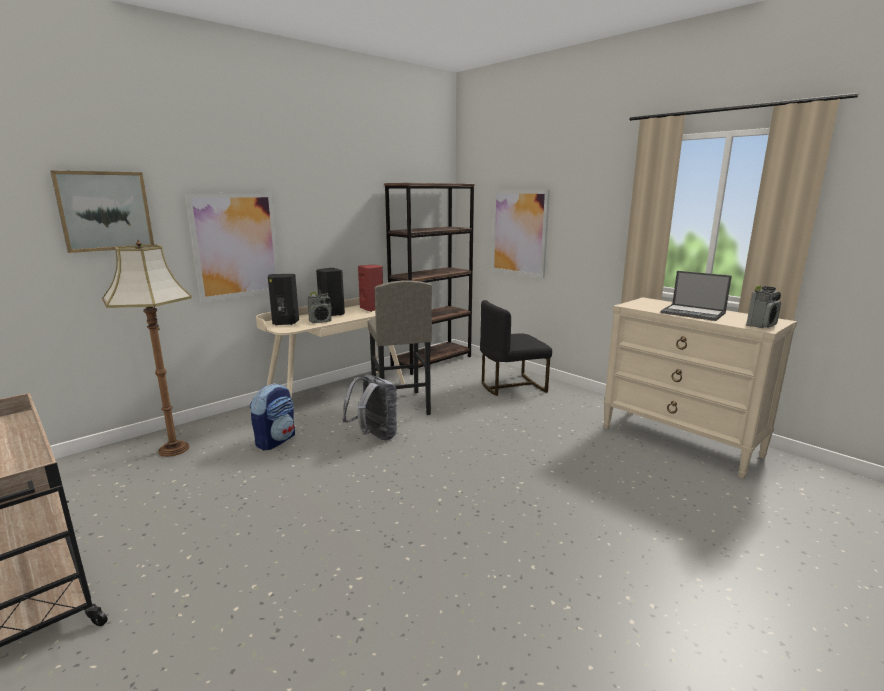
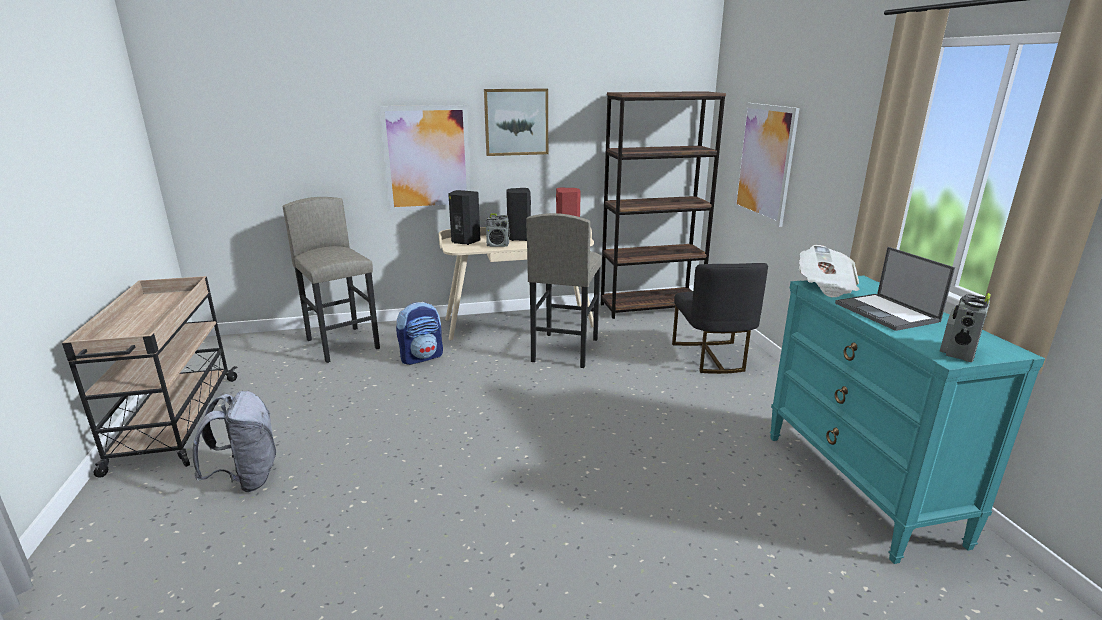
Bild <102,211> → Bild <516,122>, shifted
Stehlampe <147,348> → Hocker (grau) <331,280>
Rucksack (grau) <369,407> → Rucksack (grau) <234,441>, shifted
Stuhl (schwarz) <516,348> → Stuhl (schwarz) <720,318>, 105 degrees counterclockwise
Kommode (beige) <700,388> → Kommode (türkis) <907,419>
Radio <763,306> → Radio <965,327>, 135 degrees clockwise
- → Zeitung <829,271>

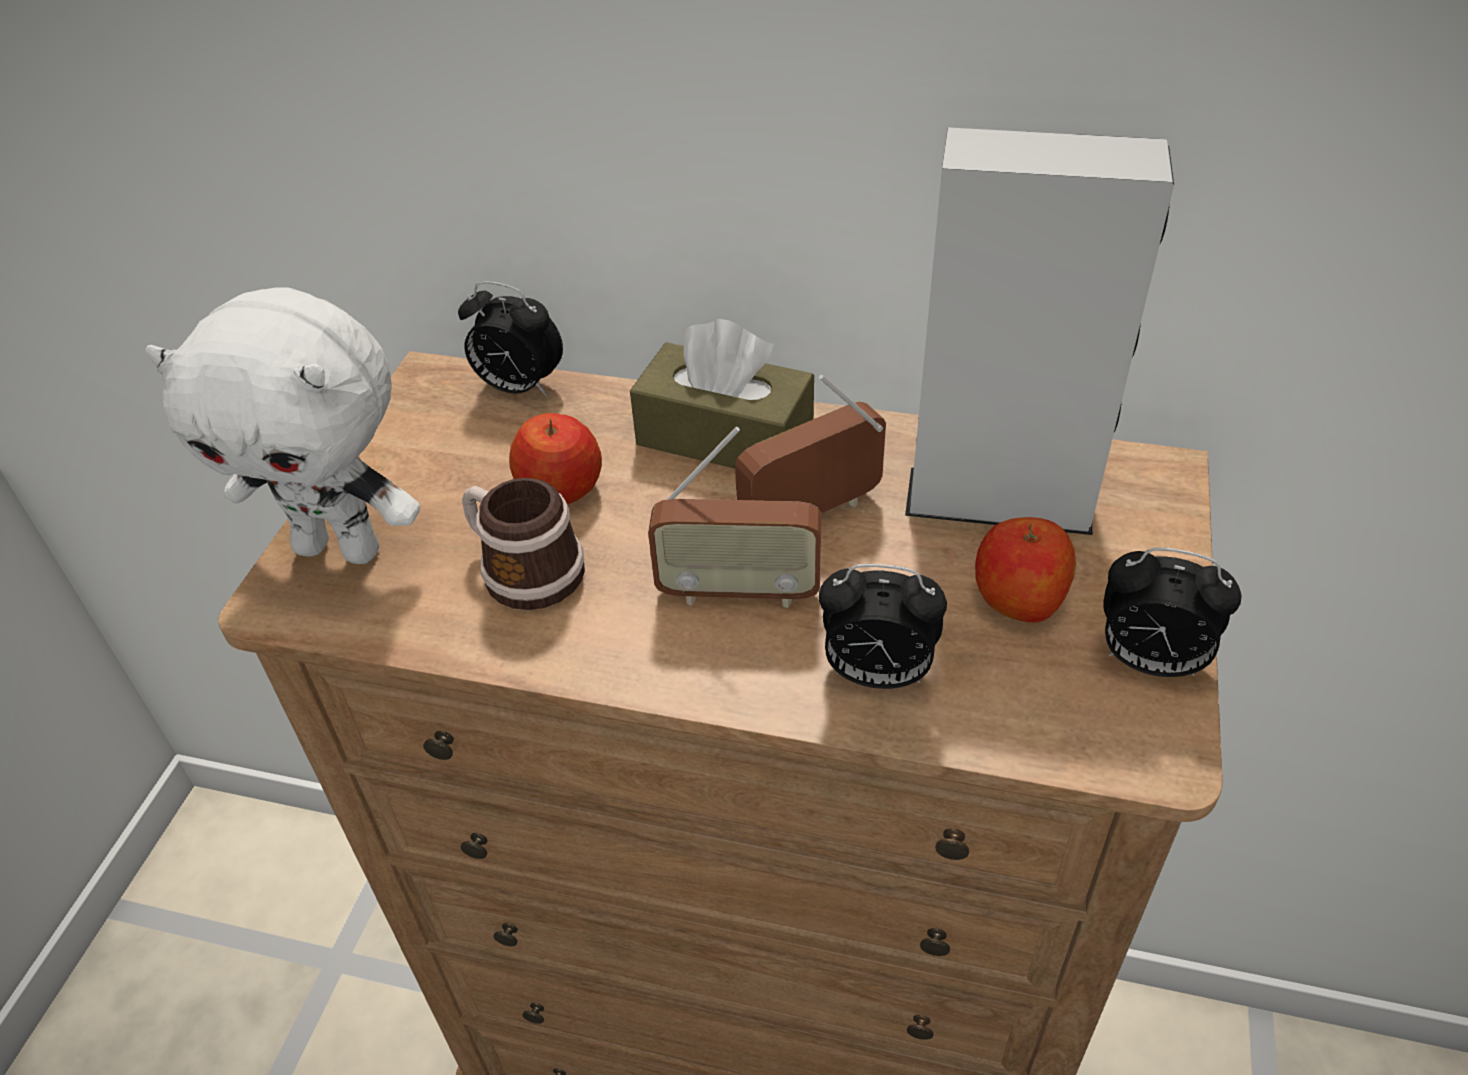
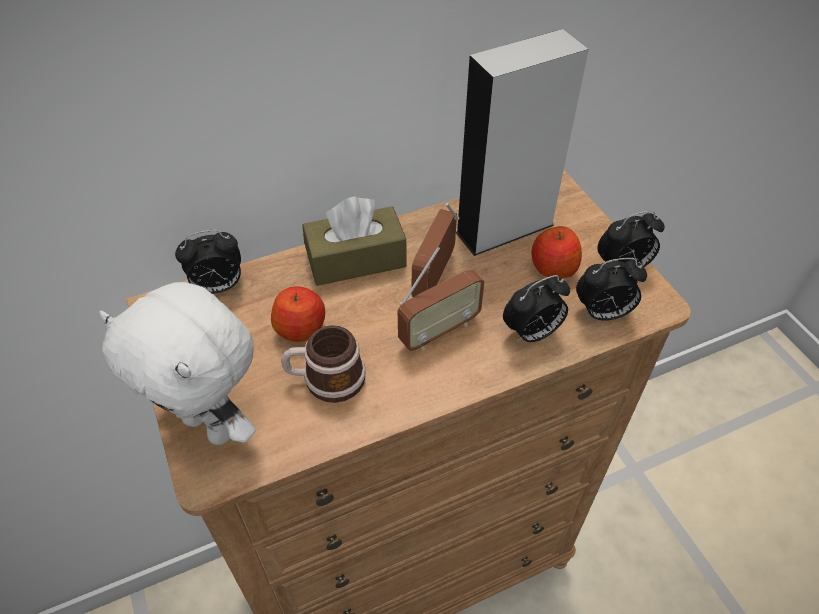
Plüschtier (weiß) <283,425> → Plüschtier (weiß) <177,363>, 60 degrees clockwise
- → Wecker <611,289>

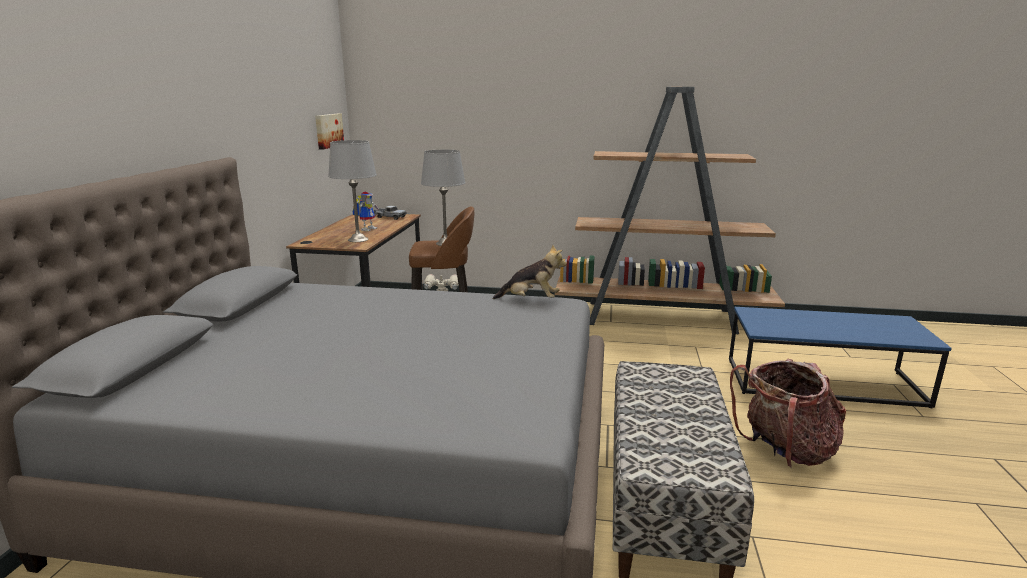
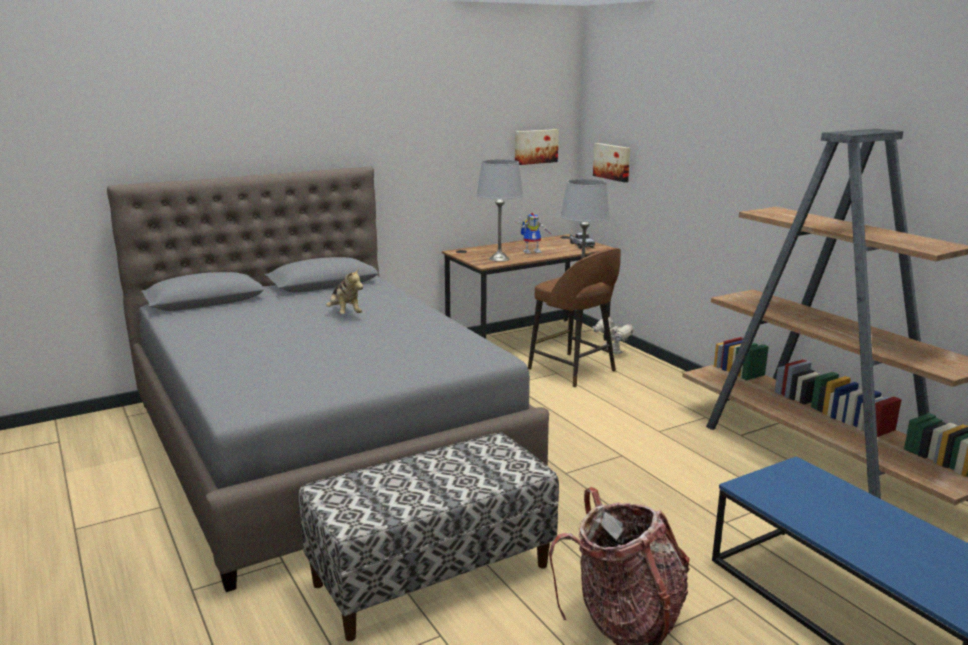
Plüschtier <530,272> → Plüschtier <344,291>, shifted
- → Bild <611,162>

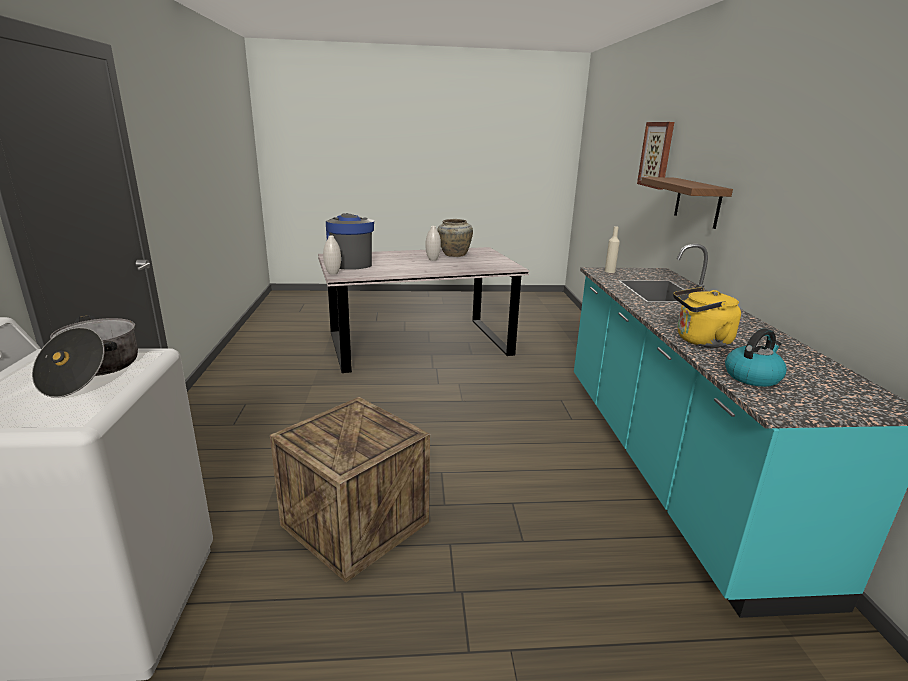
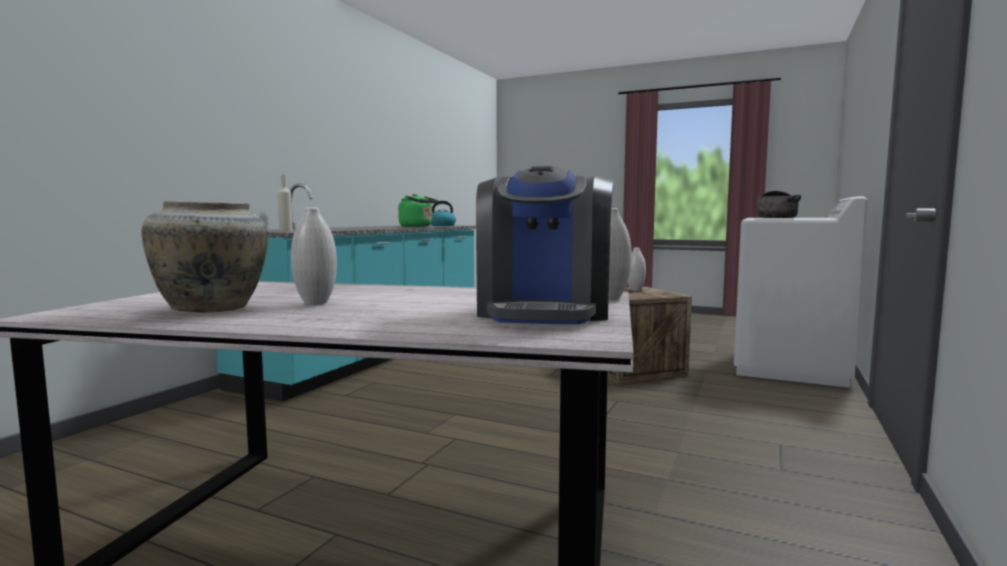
Bild <655,155> → -
Wandregal <687,203> → -
Wasserkessel (gelb) <707,317> → Wasserkessel (grün) <418,210>
- → Vase (weiß) <637,269>

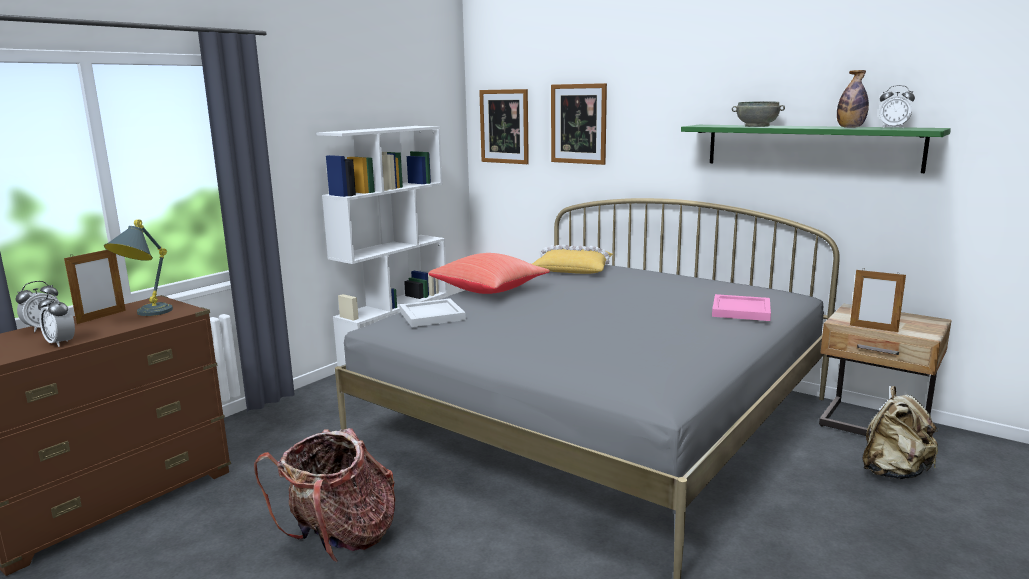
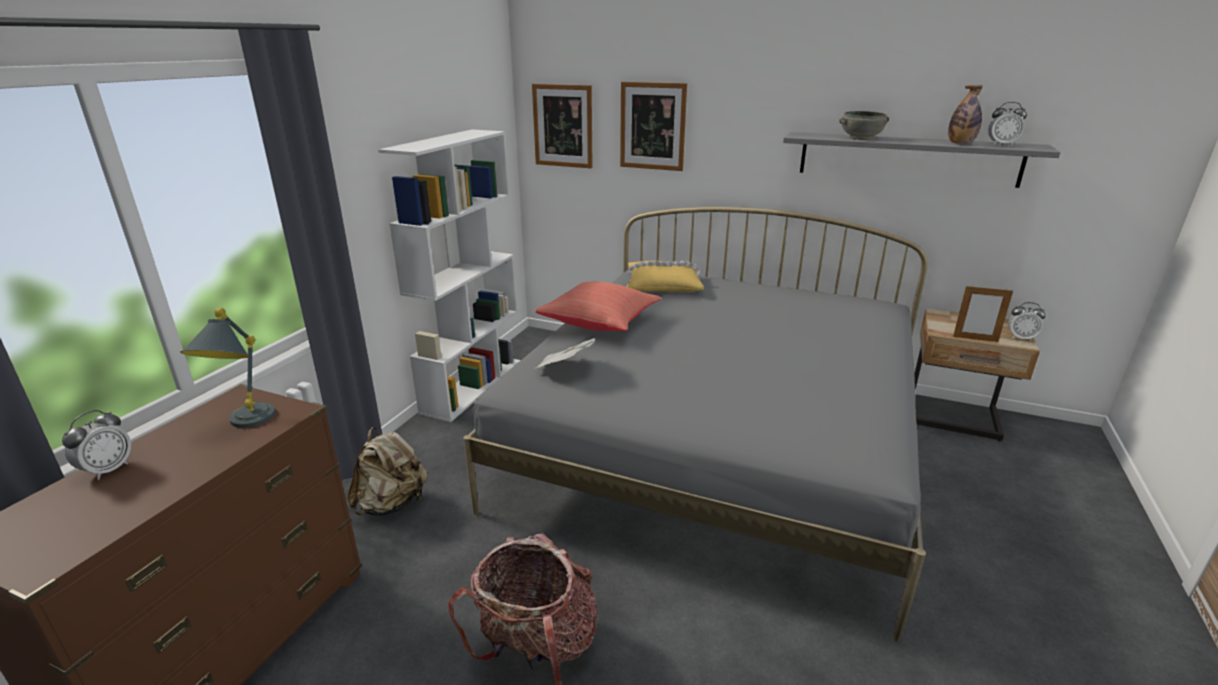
Wecker <56,320> → Wecker <1027,321>, shifted
Bilderrahmen <95,287> → -
Tablett (weiß) <432,312> → Zeitung <565,353>
Wandregal (grün) <816,149> → Wandregal (grau) <922,160>
Tablett (rosa) <741,307> → -
Rucksack (beige) <900,432> → Rucksack (beige) <388,471>, shifted

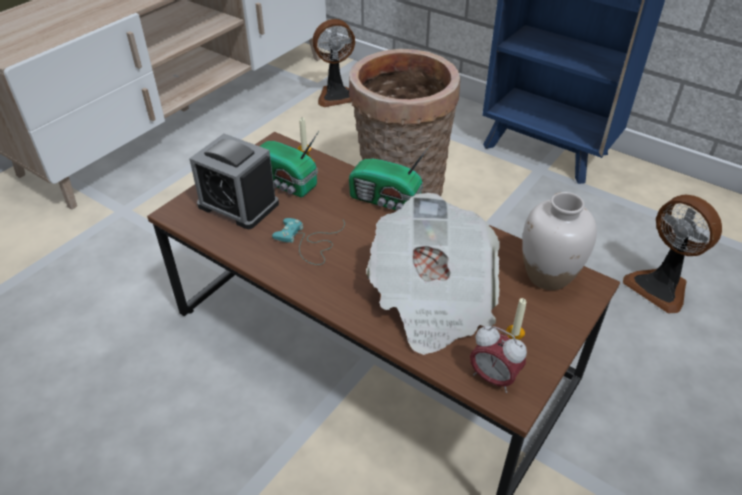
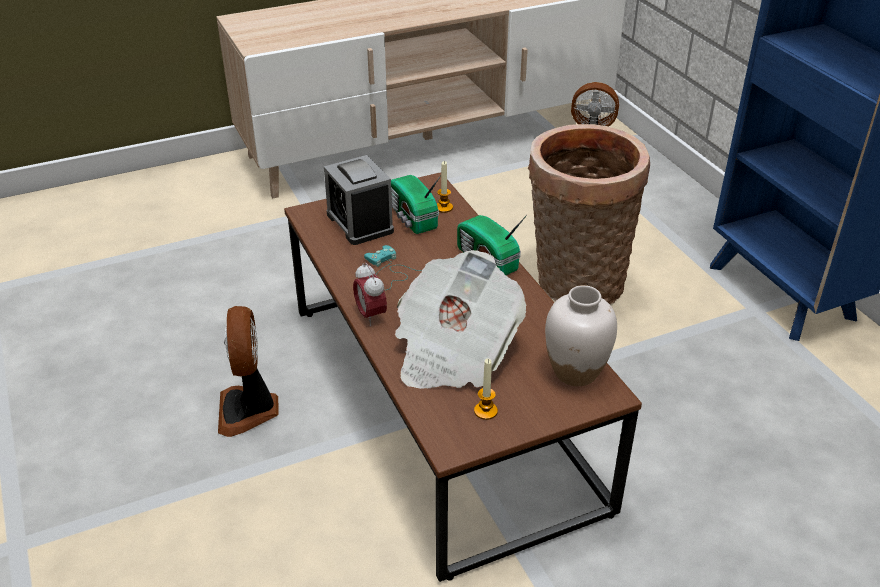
Wecker <498,359> → Wecker <370,294>, shifted
Ventilator <672,253> → Ventilator <248,371>, shifted

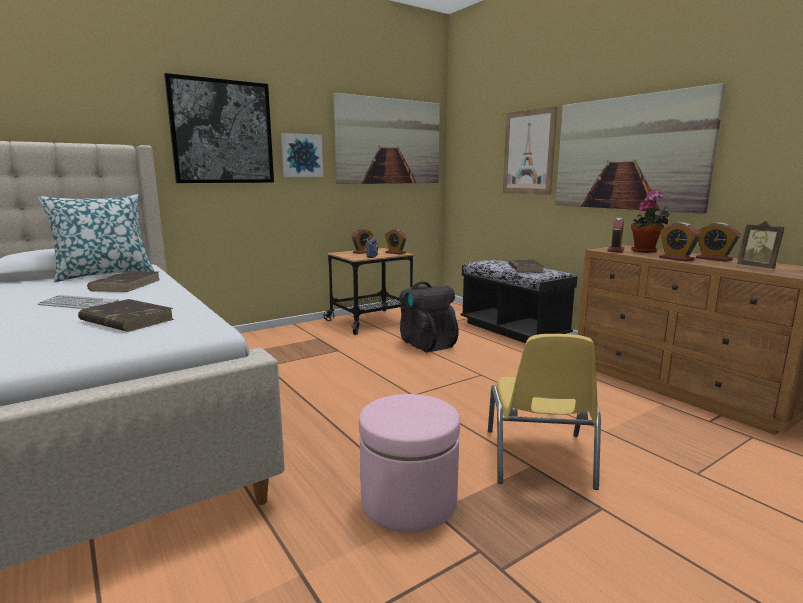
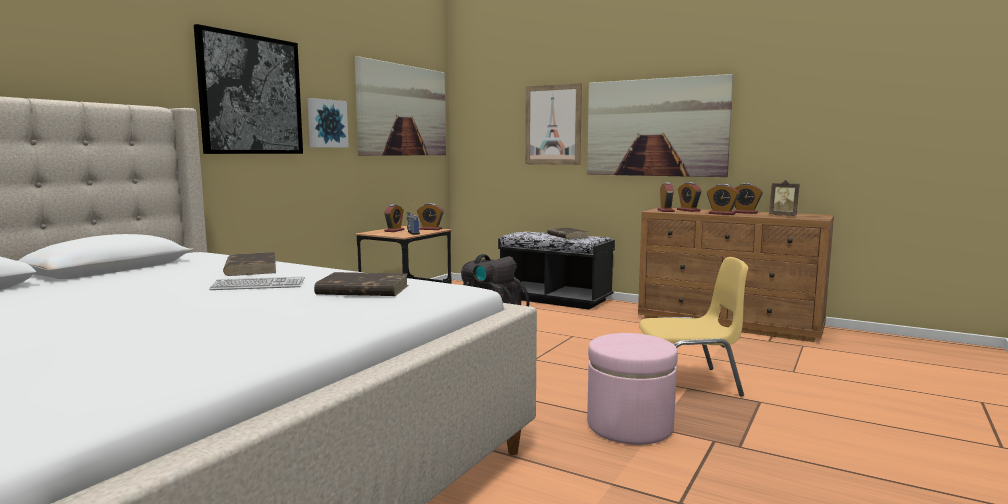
Kissen <96,238> → -
Stuhl (gelb) <544,412> → Stuhl (gelb) <693,327>, 75 degrees counterclockwise
Topfpflanze <650,221> → Wecker <689,197>

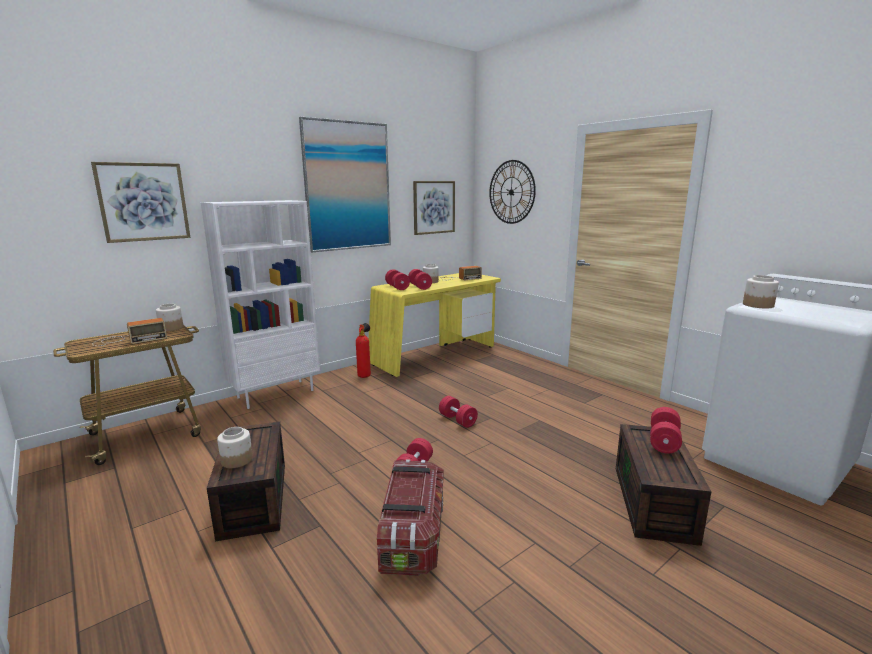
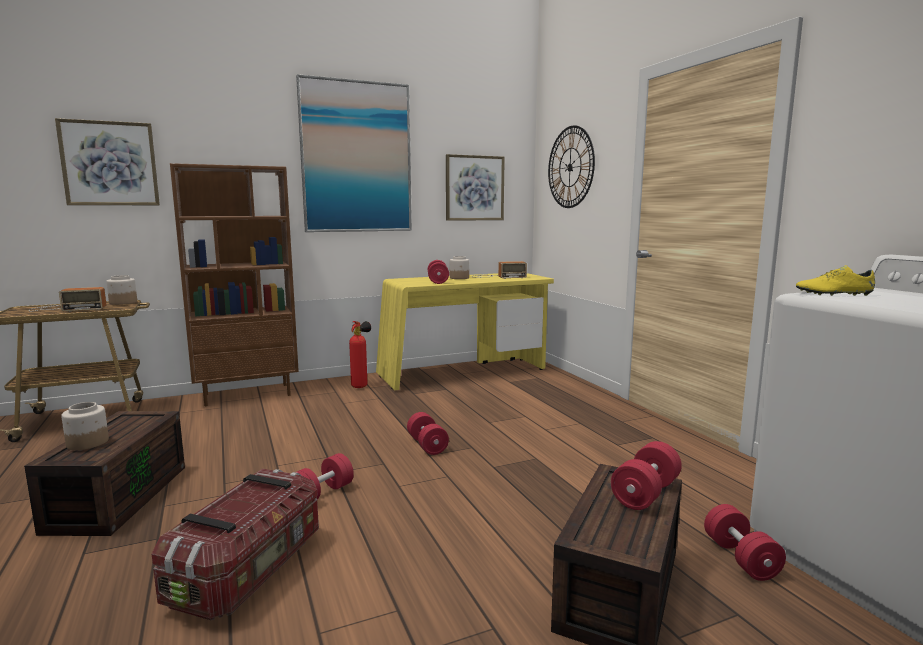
Bücherregal (weiß) <260,304> → Bücherregal (braun) <234,284>
Hantel (rot) <397,279> → Hantel (rot) <745,542>, shifted
Vorratsglas <761,292> → Schuh (gelb) <835,280>

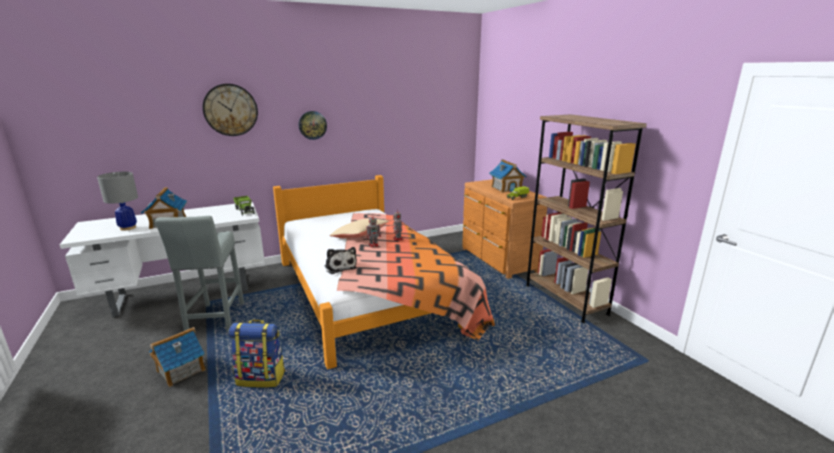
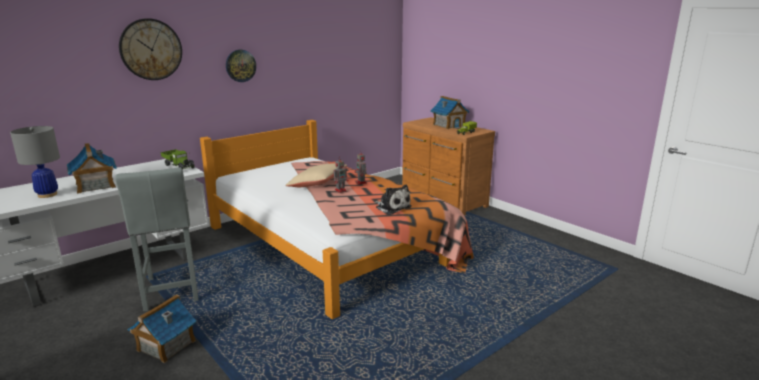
Rucksack <256,354> → -
Plüschtier <341,260> → Plüschtier <393,199>, shifted
Bücherregal (braun) <586,218> → -

